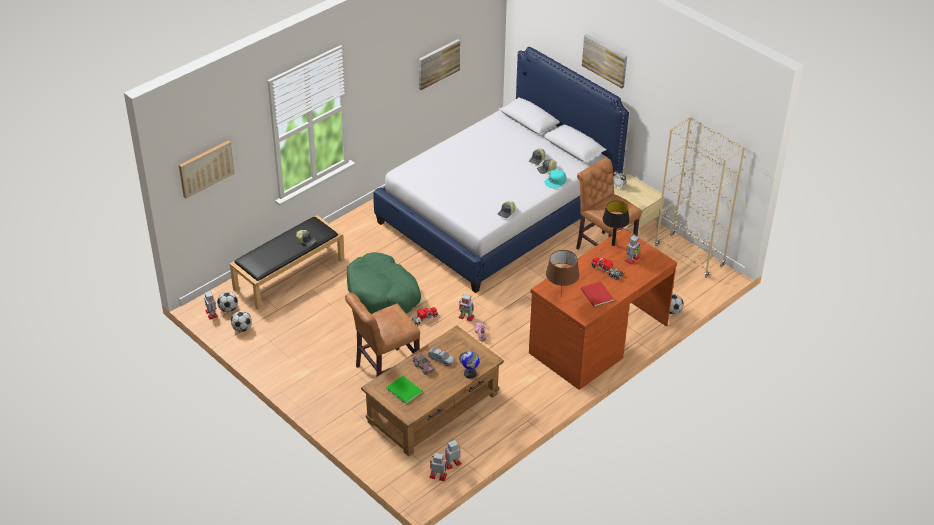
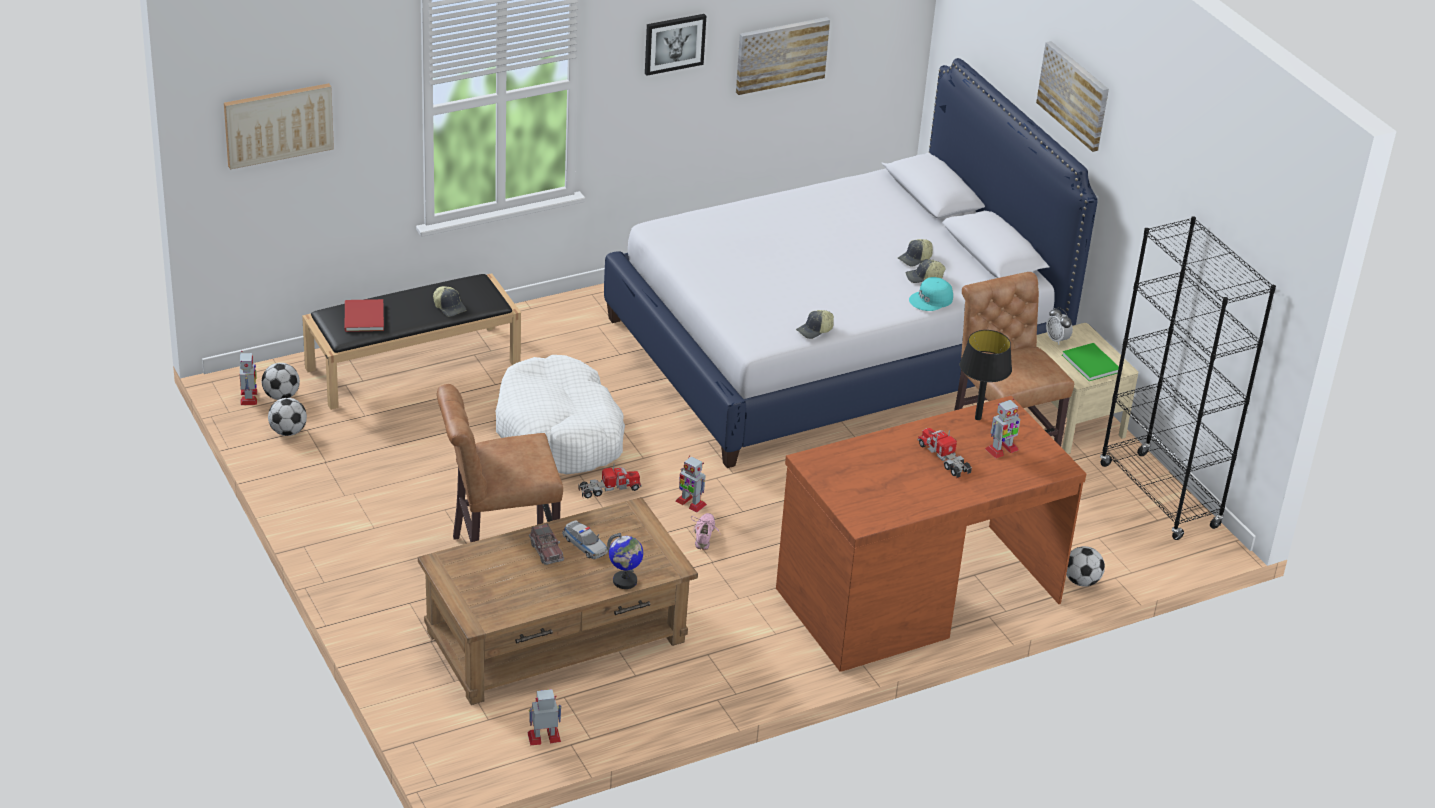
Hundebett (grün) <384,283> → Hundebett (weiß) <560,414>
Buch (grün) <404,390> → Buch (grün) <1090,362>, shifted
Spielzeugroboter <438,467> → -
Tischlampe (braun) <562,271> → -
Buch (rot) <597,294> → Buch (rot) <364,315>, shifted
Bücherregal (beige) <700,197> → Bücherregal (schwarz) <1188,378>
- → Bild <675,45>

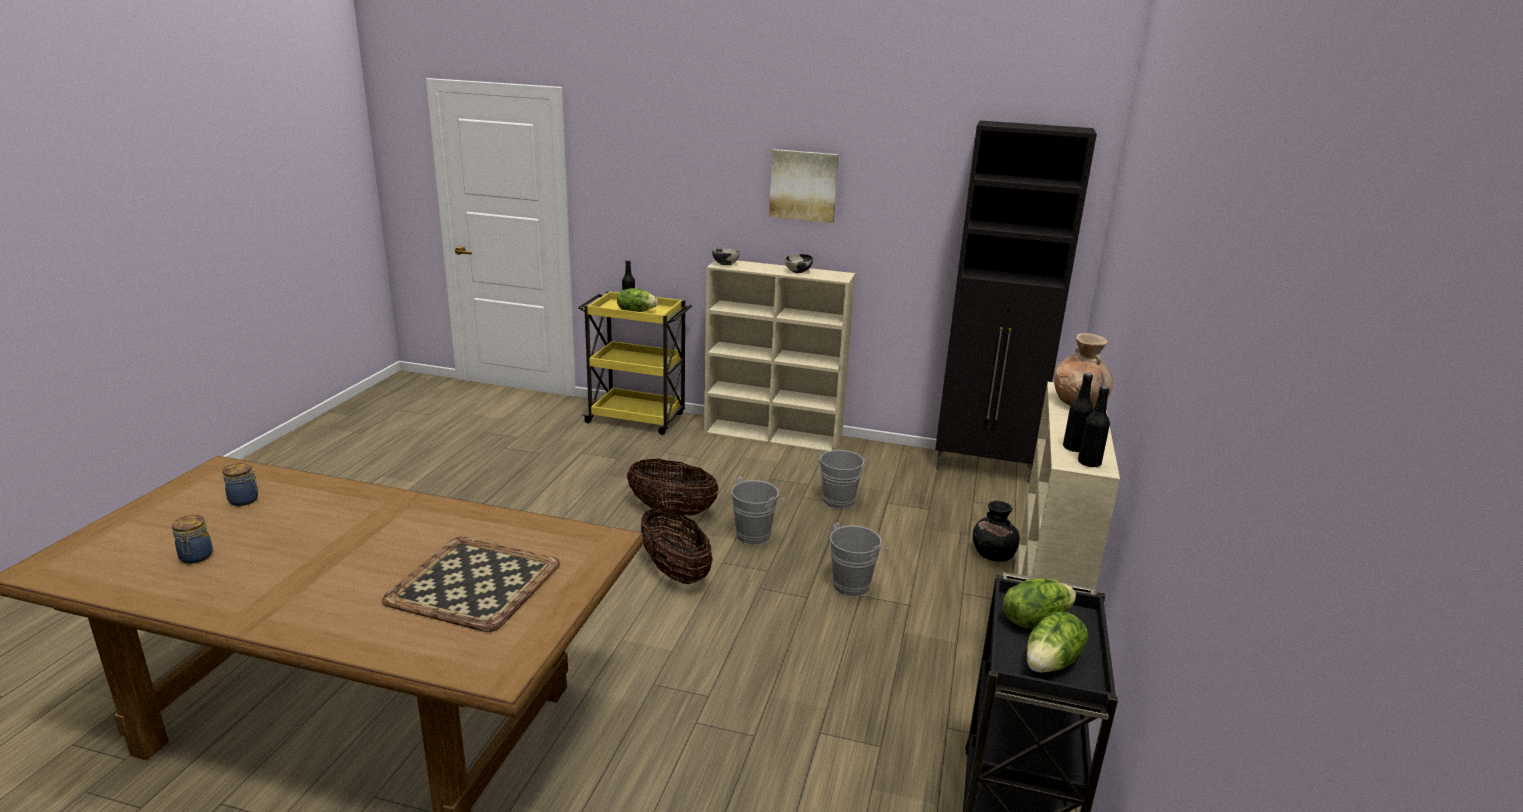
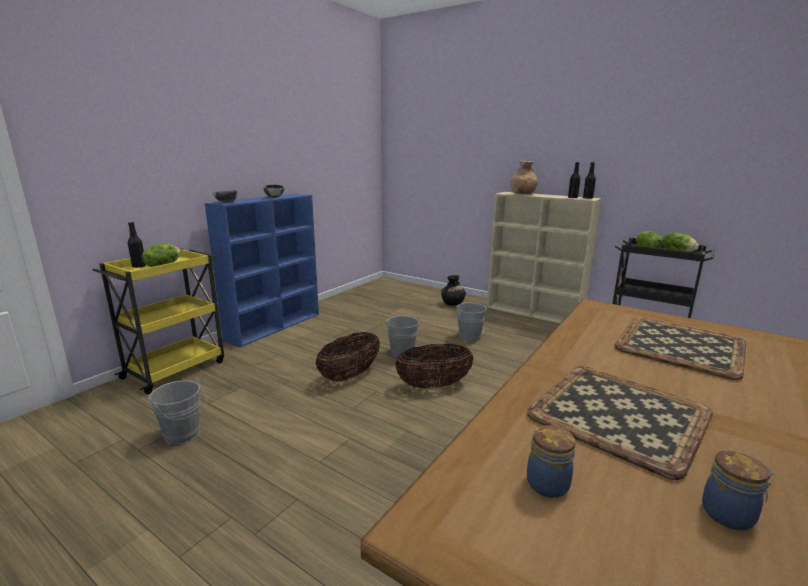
Bücherregal (beige) <780,356> → Bücherregal (blau) <262,270>
Bild <804,186> → -
Eimer (grau) <841,479> → Eimer (grau) <177,410>, shifted
Schrank (schwarz) <1016,302> → -
- → Tablett <619,423>

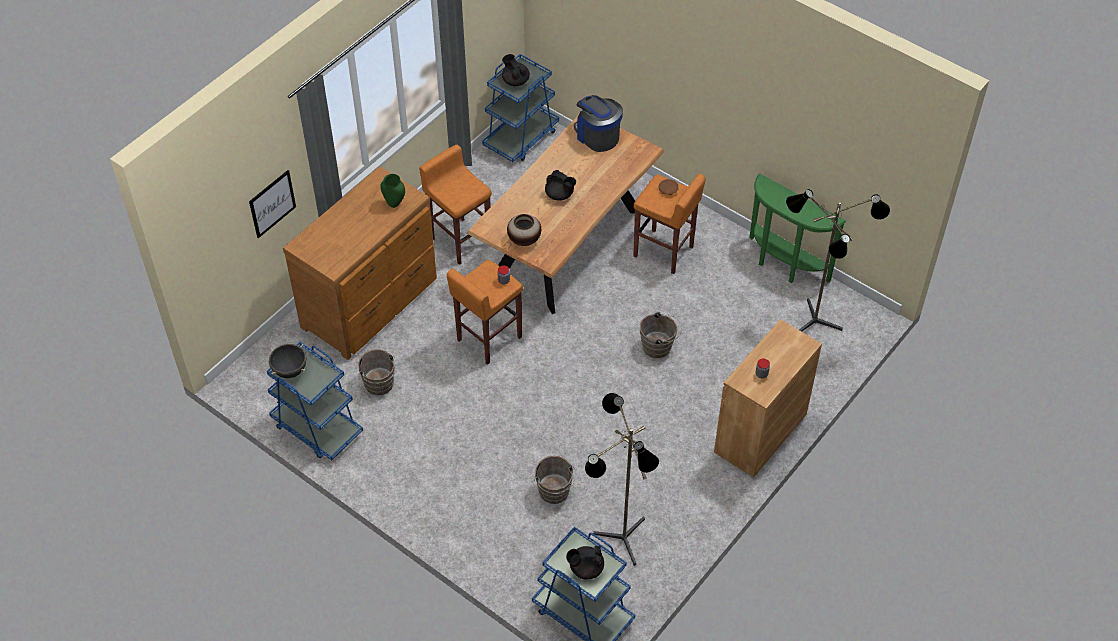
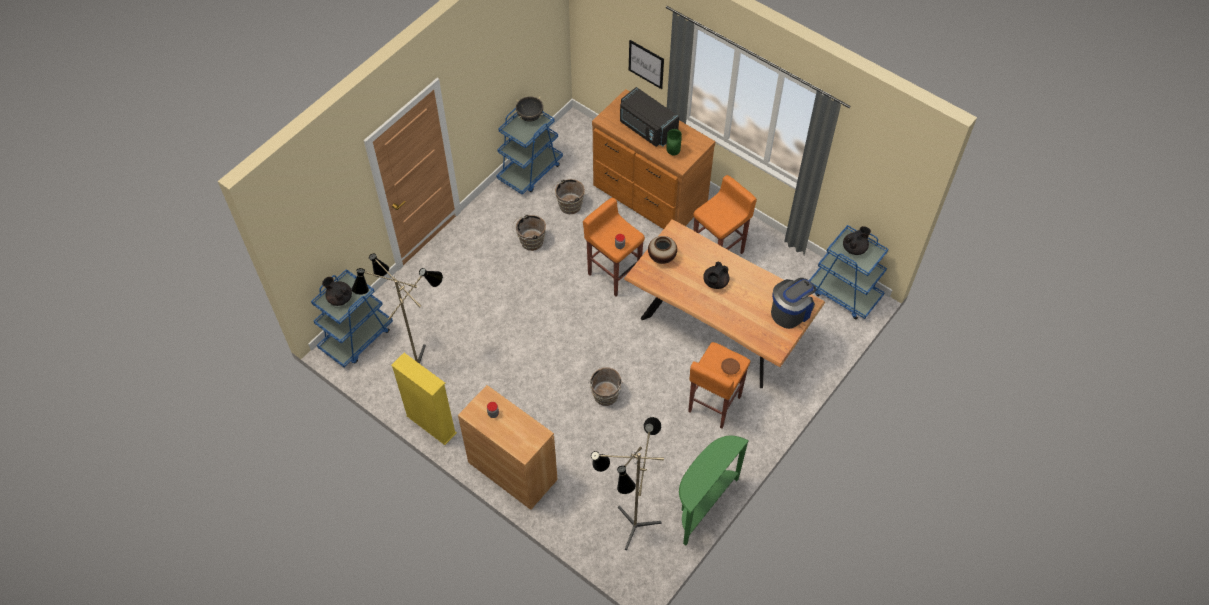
Eimer (braun) <554,480> → Eimer (braun) <529,232>, shifted
Teekanne (schwarz) <585,562> → Teekanne (schwarz) <337,291>, 45 degrees counterclockwise
- → Bücherregal (gelb) <424,399>
- → Mikrowelle (schwarz) <649,117>

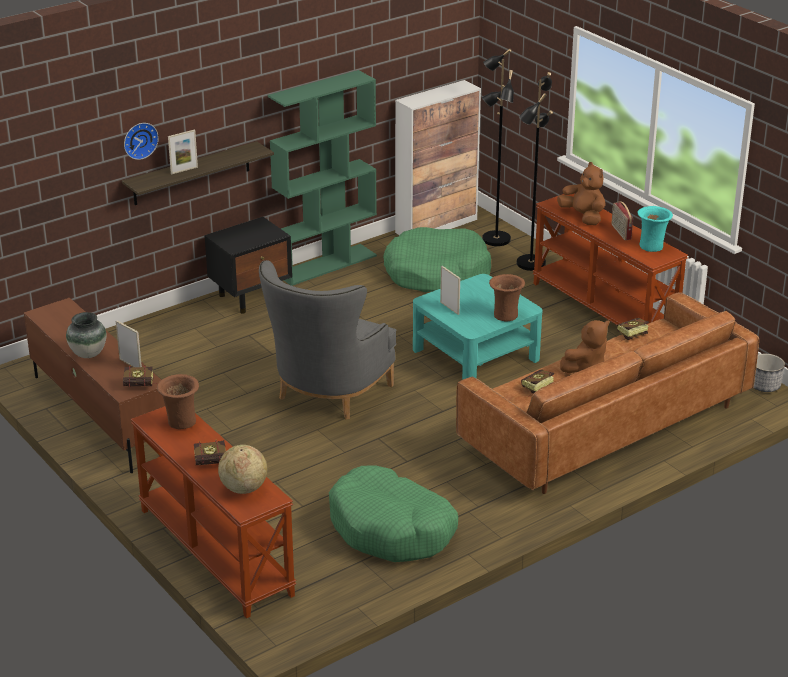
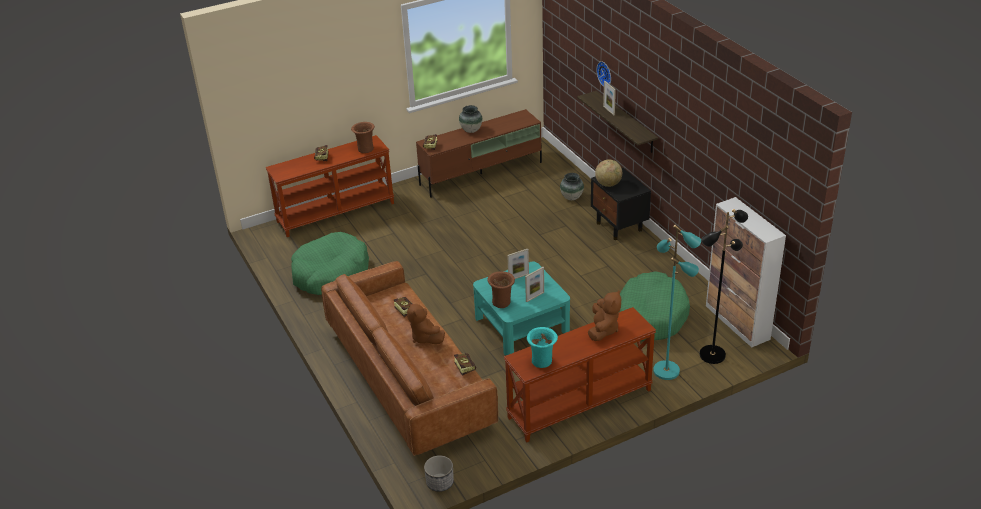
Bilderrahmen <129,343> → Bilderrahmen <534,284>, shifted
Globus <242,469> → Globus <608,173>, shifted
Sessel (grau) <327,339> → -
Bücherregal (grün) <322,178> → -
Stehlampe (schwarz) <535,171> → Stehlampe (türkis) <677,302>
Plüschtier (braun) <581,193> → Plüschtier (braun) <604,315>, 45 degrees counterclockwise
Radio <622,220> → -
- → Vase <572,186>

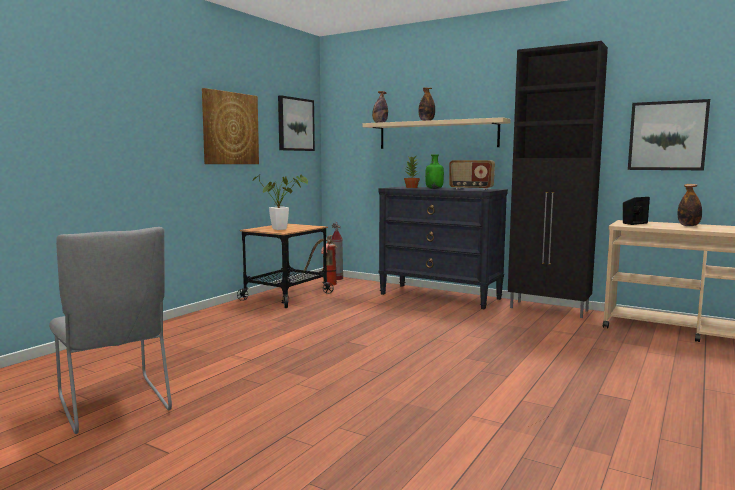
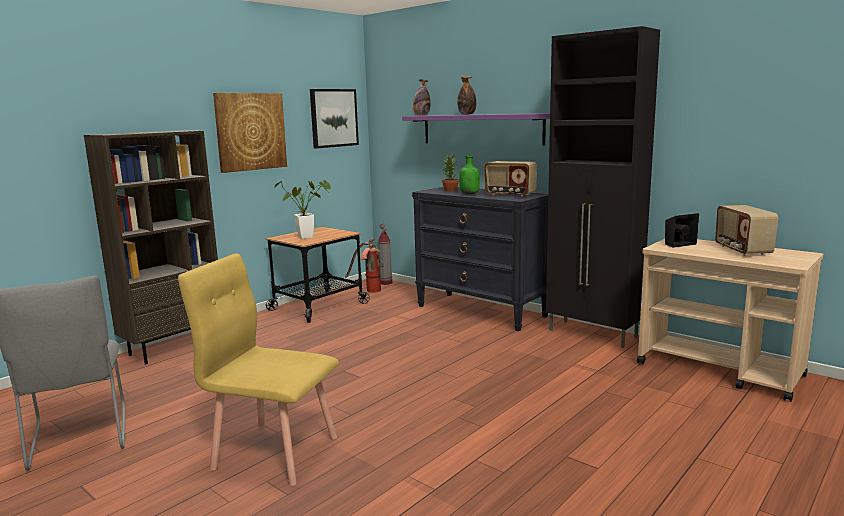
Wandregal (beige) <437,133> → Wandregal (lila) <476,129>
Bild <669,134> → -
Flasche <689,205> → Radio <746,230>
- → Bücherregal (braun) <151,247>
- → Stuhl (gelb) <258,369>

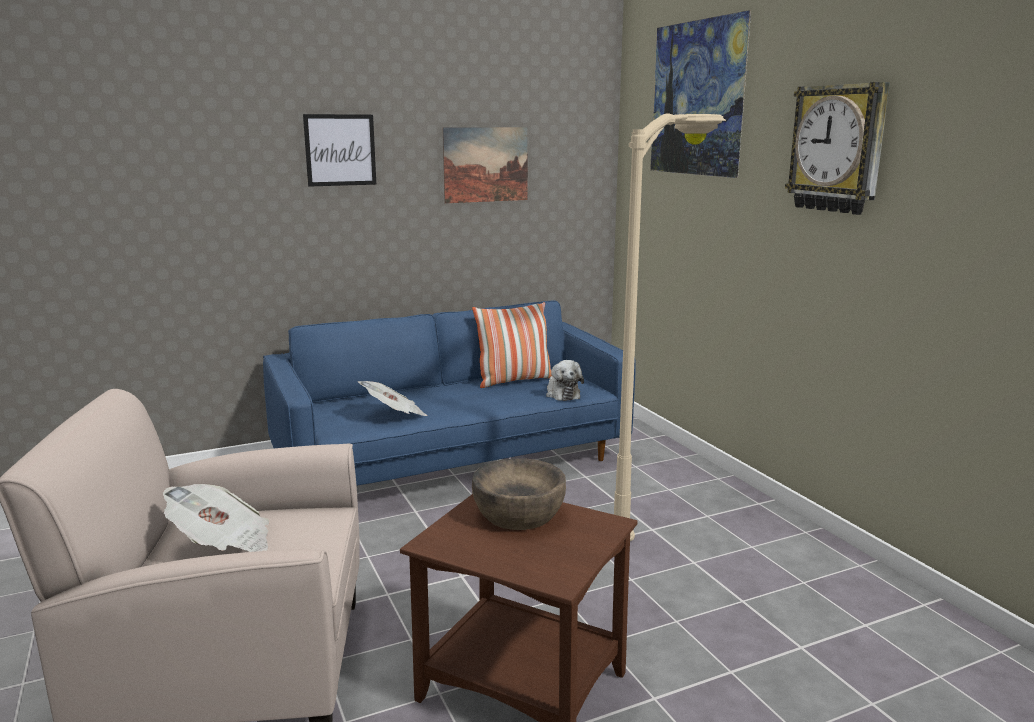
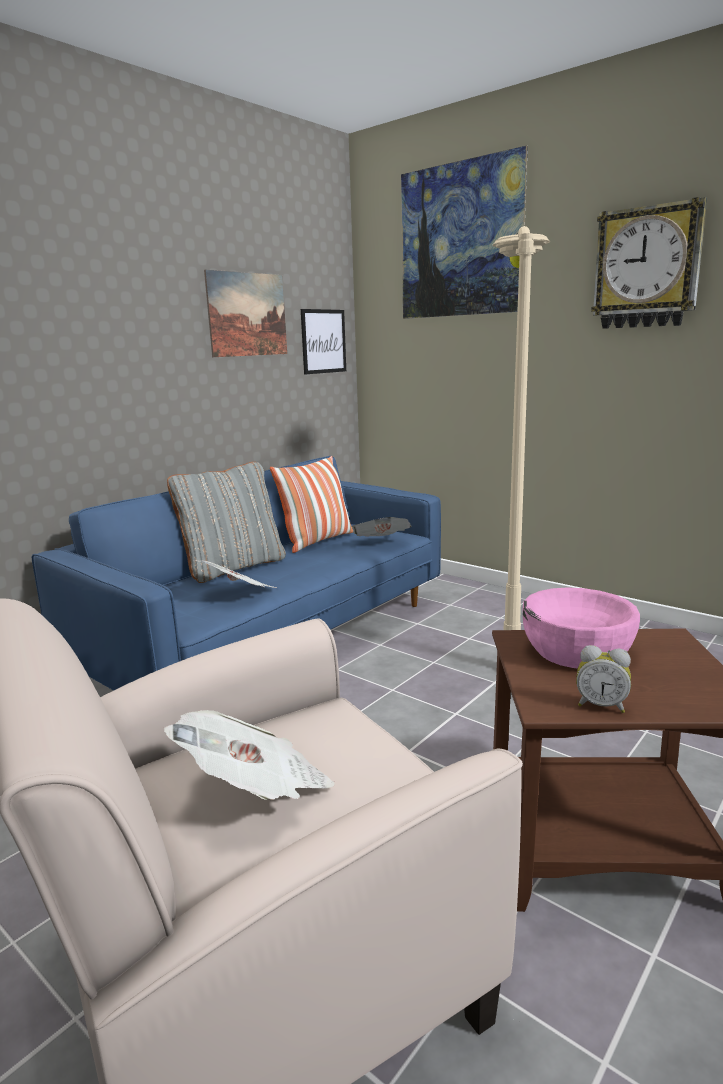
Bild <339,150> → Bild <323,341>, shifted
Schüssel (braun) <519,494> → Schüssel (rosa) <581,627>
Plüschtier <565,380> → Zeitung <381,527>
- → Kissen (grau) <226,522>
- → Wecker <603,679>

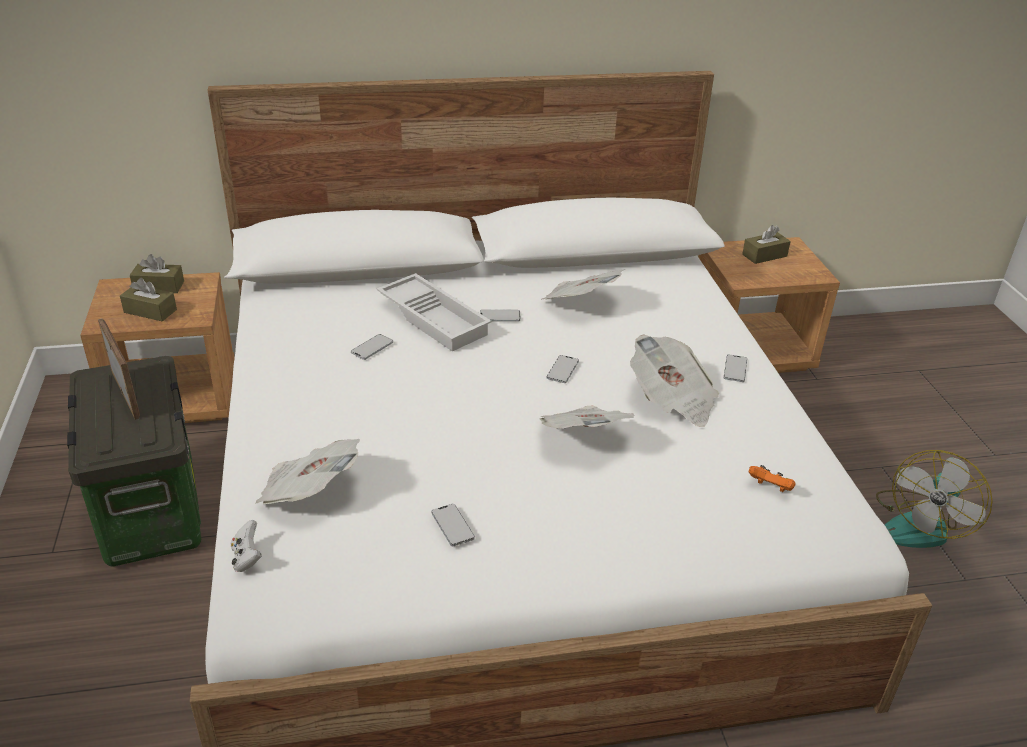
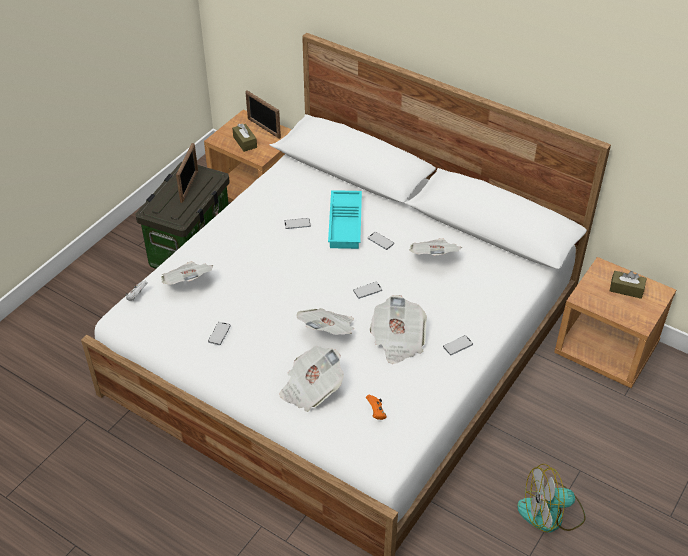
Taschentuchbox (braun) <157,273> → Bilderrahmen <263,115>
Tablett (weiß) <434,312> → Tablett (türkis) <345,219>
- → Zeitung <311,379>

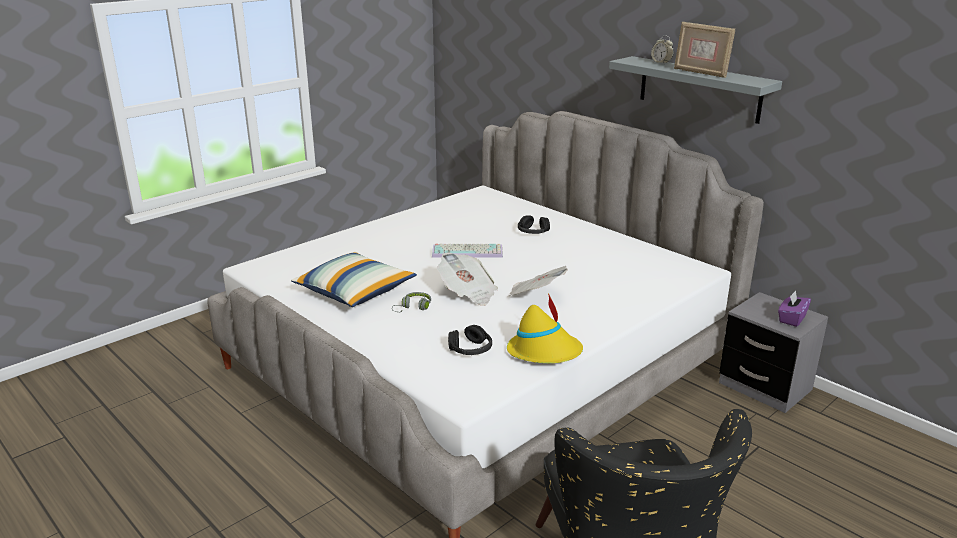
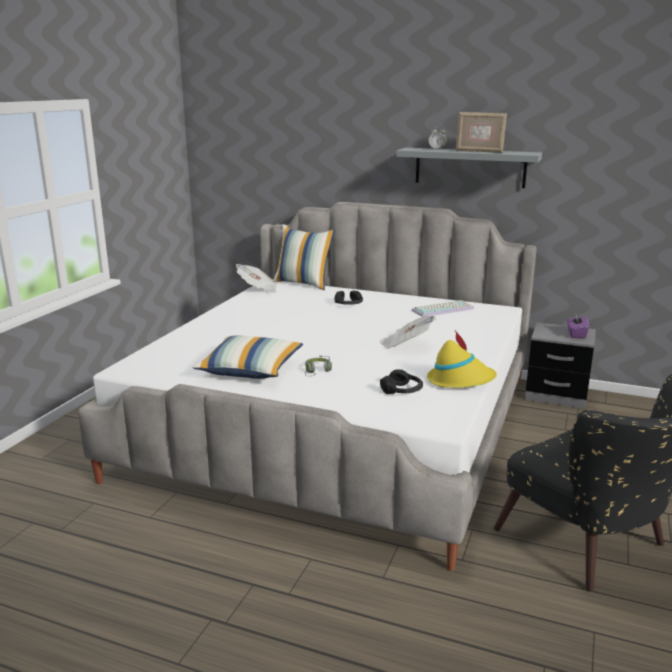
Tastatur <467,251> → Tastatur <443,308>, shifted
Zeitung <467,279> → Zeitung <256,278>, shifted
- → Kissen <304,257>

